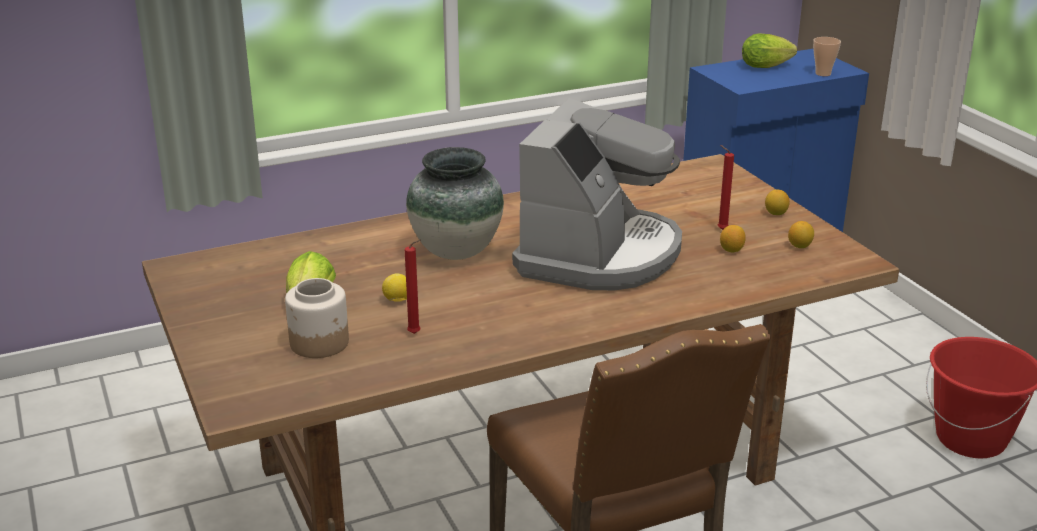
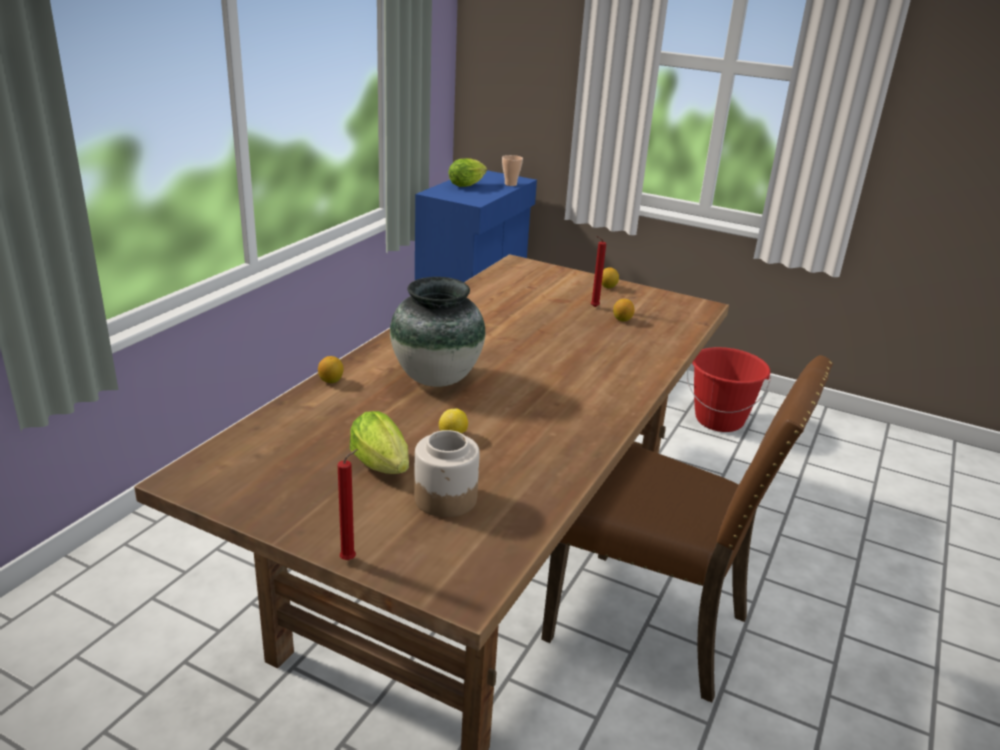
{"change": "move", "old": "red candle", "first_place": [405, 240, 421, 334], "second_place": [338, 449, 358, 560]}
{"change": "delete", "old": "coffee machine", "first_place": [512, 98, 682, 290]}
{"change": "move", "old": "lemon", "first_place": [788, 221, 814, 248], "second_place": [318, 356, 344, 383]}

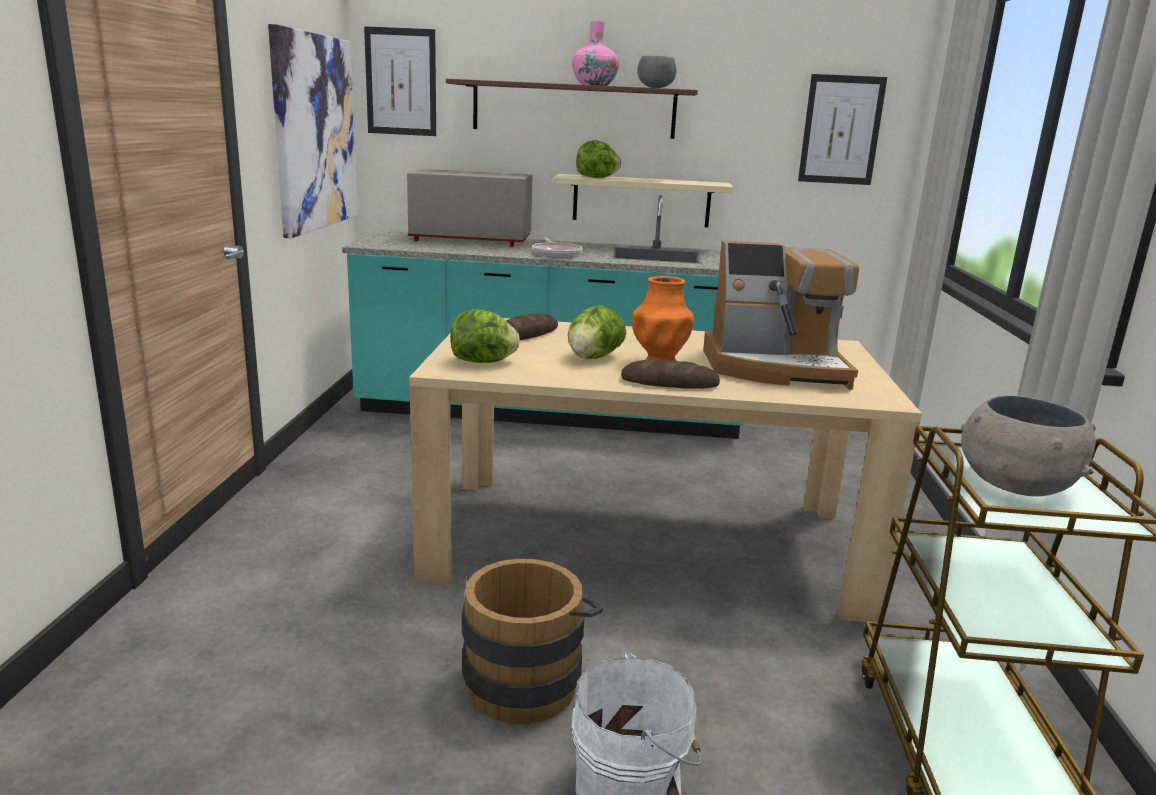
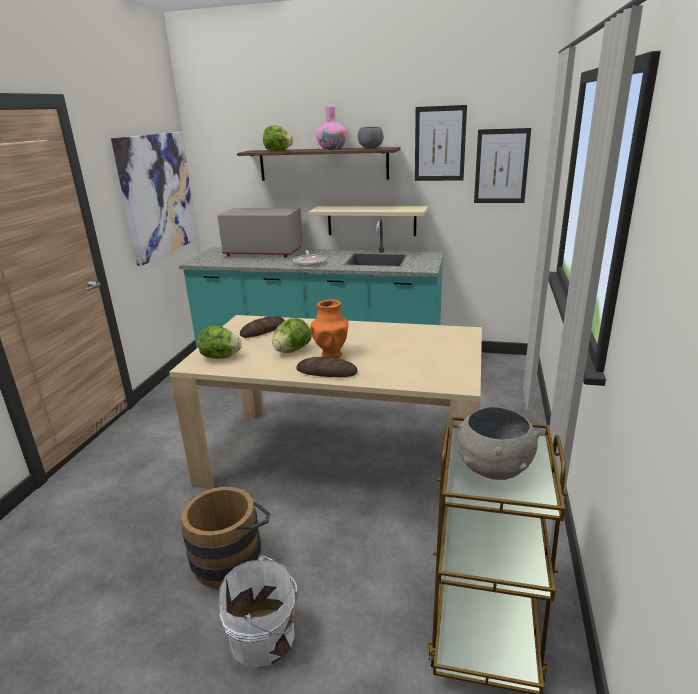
{"change": "move", "old": "picture", "first_place": [364, 26, 436, 136], "second_place": [415, 105, 467, 181]}
{"change": "move", "old": "lettuce", "first_place": [576, 140, 621, 178], "second_place": [263, 125, 293, 151]}
{"change": "delete", "old": "coffee machine", "first_place": [703, 241, 859, 390]}

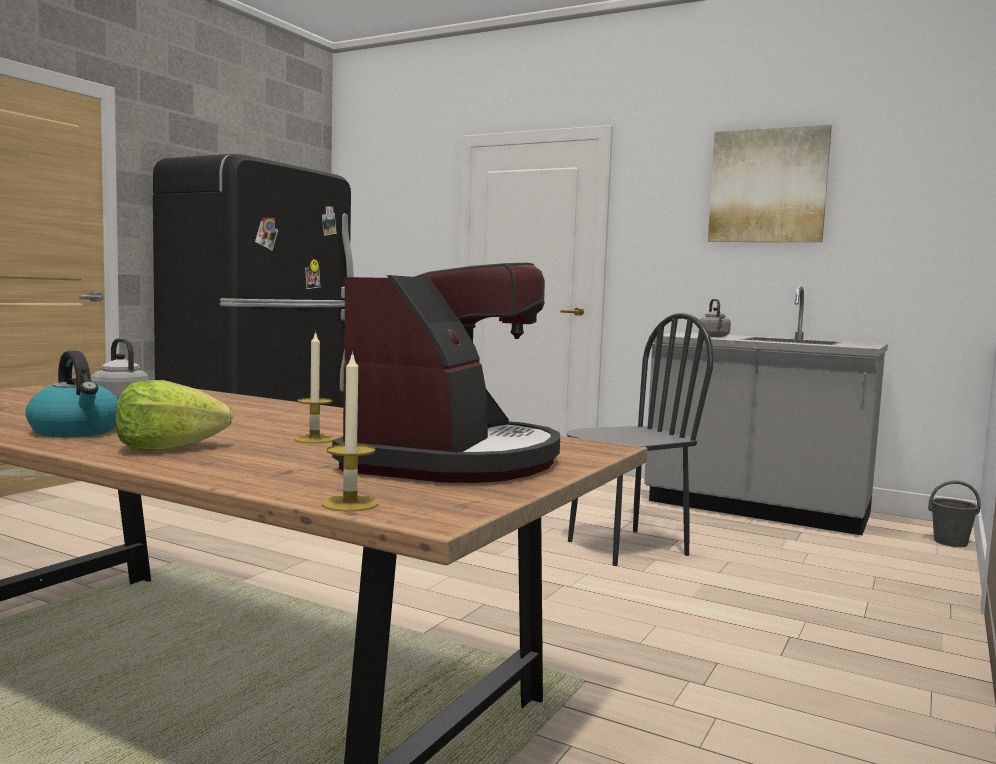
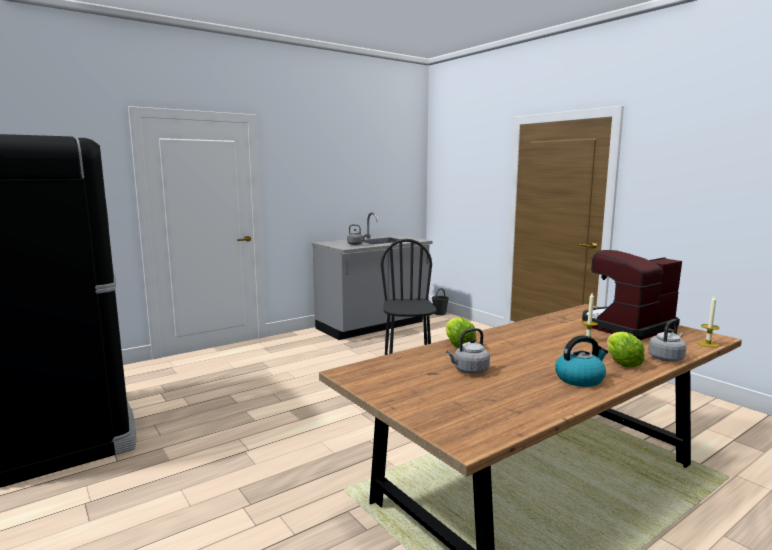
{"change": "rotate", "old": "coffee machine", "first_place": [332, 263, 560, 483], "second_place": [582, 250, 682, 340], "degrees": -75}
{"change": "delete", "old": "picture", "first_place": [708, 125, 832, 242]}
{"change": "insert", "new": "lettuce", "second_place": [446, 317, 477, 348]}
{"change": "insert", "new": "grey kettle", "second_place": [648, 319, 687, 362]}

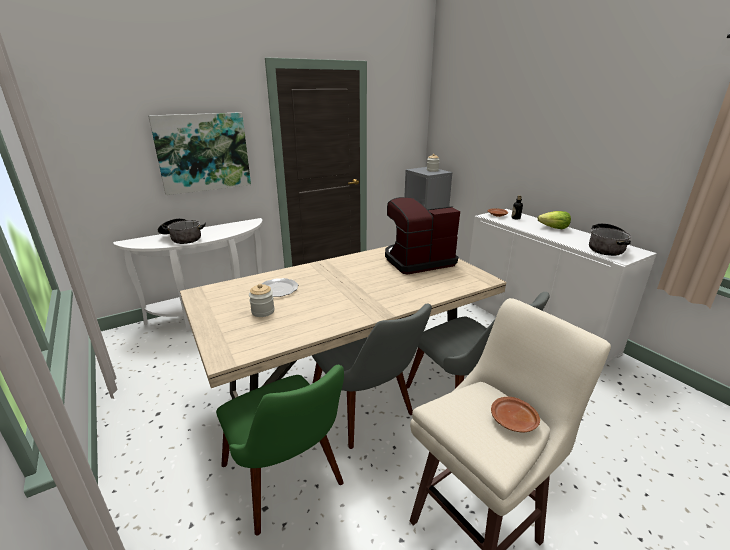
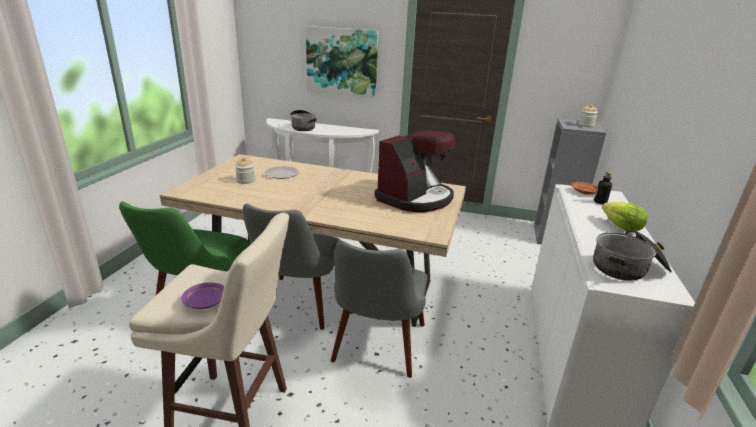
{"change": "rotate", "old": "coffee machine", "first_place": [385, 197, 460, 275], "second_place": [375, 130, 455, 212], "degrees": 105}
{"change": "recolor", "old": "brown plate", "new": "purple plate", "first_place": [491, 397, 540, 432], "second_place": [181, 282, 224, 309]}

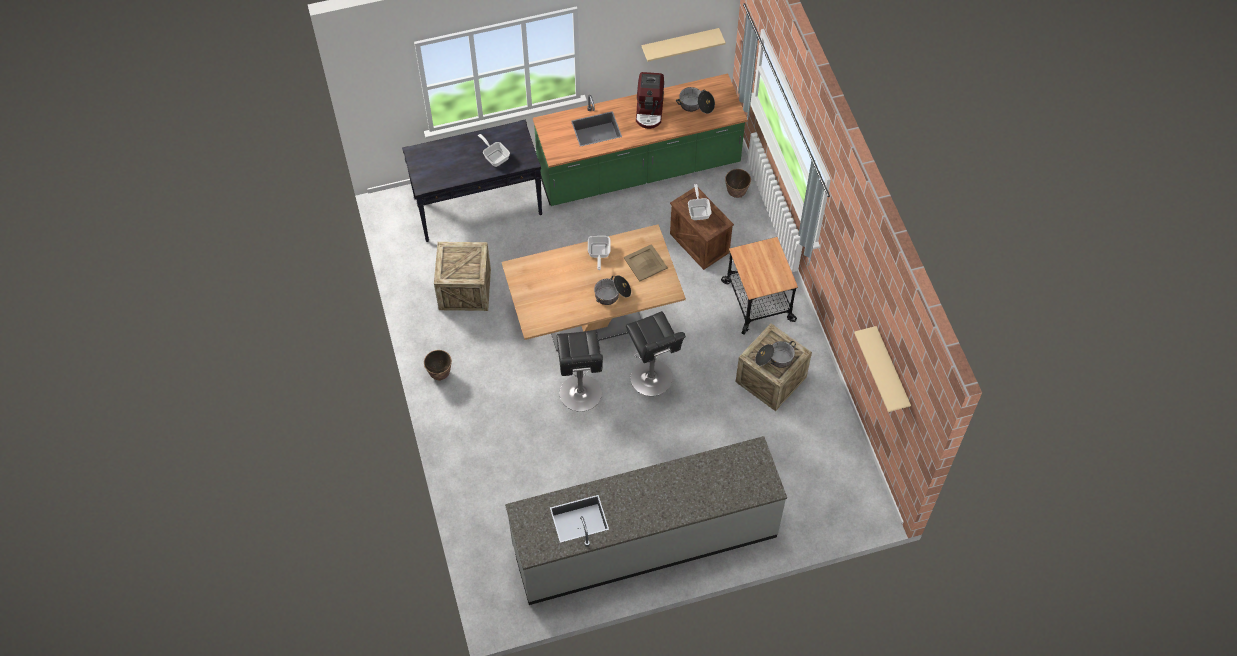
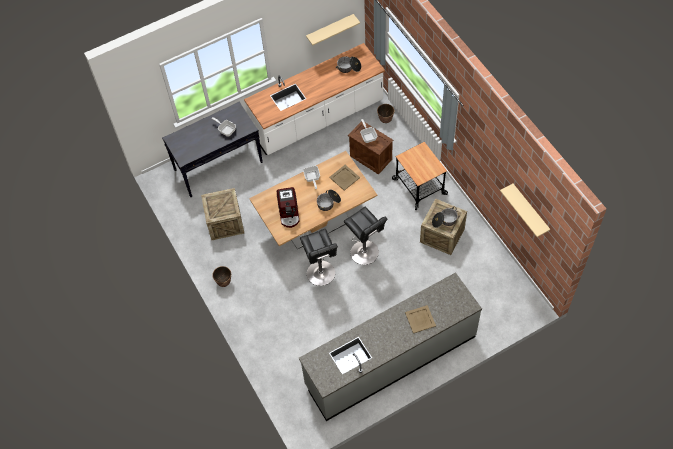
{"change": "recolor", "old": "green counter", "new": "white counter", "first_place": [533, 74, 748, 206], "second_place": [244, 43, 385, 155]}
{"change": "move", "old": "coffee machine", "first_place": [636, 72, 664, 129], "second_place": [277, 187, 300, 228]}
{"change": "insert", "new": "beige tray", "second_place": [405, 305, 436, 333]}

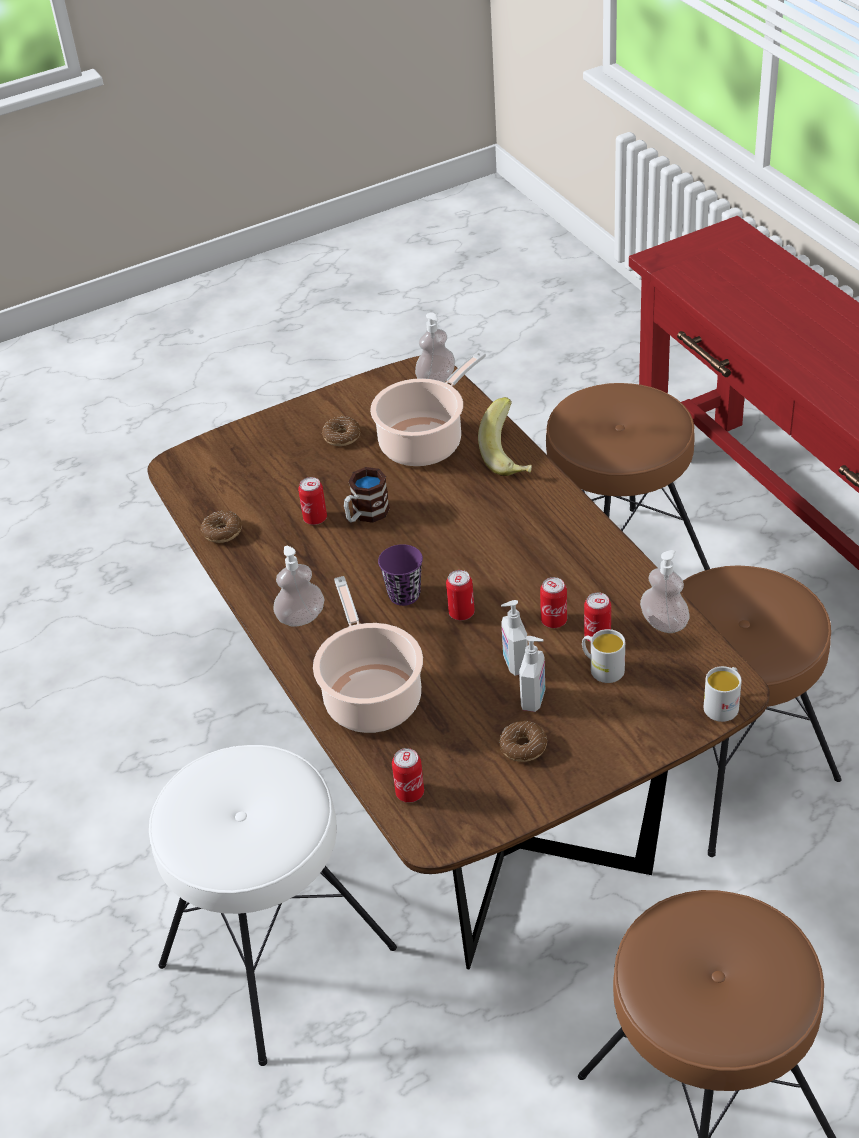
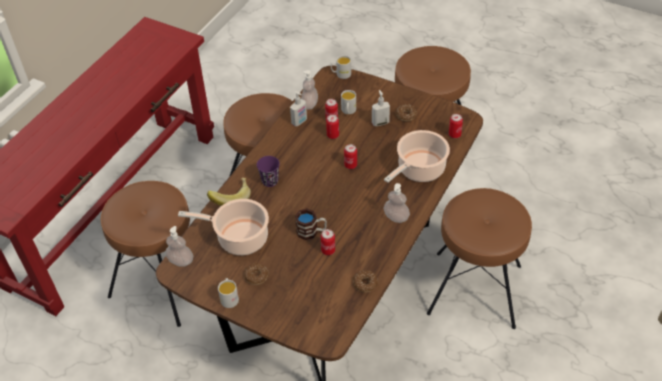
{"change": "recolor", "old": "white stool", "new": "brown stool", "first_place": [149, 745, 397, 1066], "second_place": [427, 188, 532, 329]}
{"change": "move", "old": "purple cup", "first_place": [378, 544, 423, 606], "second_place": [257, 156, 280, 187]}
{"change": "move", "old": "soap dispenser", "first_place": [501, 600, 528, 676], "second_place": [290, 91, 307, 127]}
{"change": "insert", "new": "white mug", "second_place": [218, 278, 239, 308]}

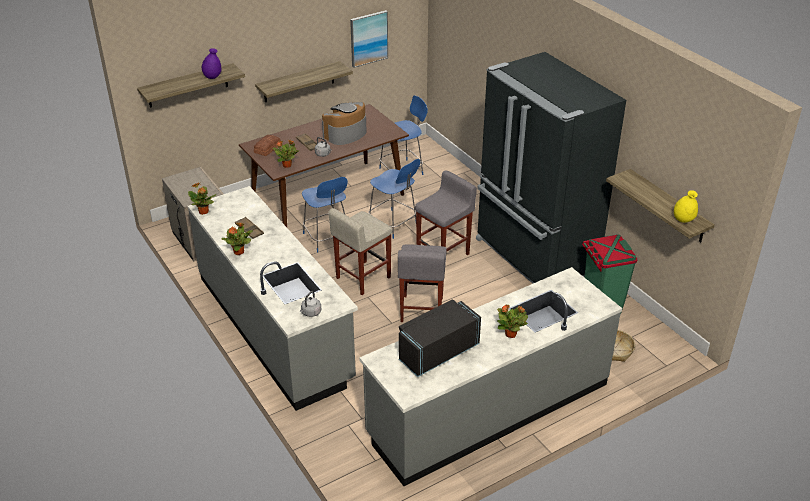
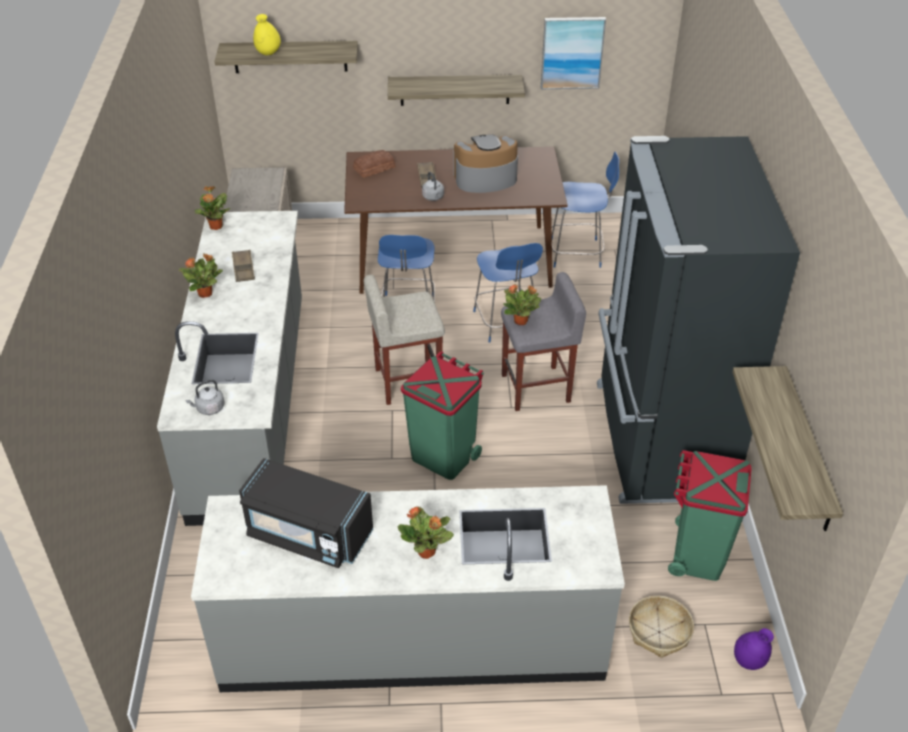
{"change": "move", "old": "purple vase", "first_place": [202, 48, 221, 79], "second_place": [734, 628, 774, 670]}
{"change": "move", "old": "potted plant", "first_place": [272, 139, 299, 168], "second_place": [503, 284, 541, 325]}
{"change": "replace", "old": "grey stool", "new": "green trash can", "first_place": [398, 244, 447, 322], "second_place": [401, 351, 484, 480]}
{"change": "rotate", "old": "black microwave", "first_place": [399, 299, 481, 377], "second_place": [239, 458, 373, 568], "degrees": -150}
{"change": "move", "old": "yellow vase", "first_place": [674, 190, 698, 223], "second_place": [253, 14, 281, 55]}

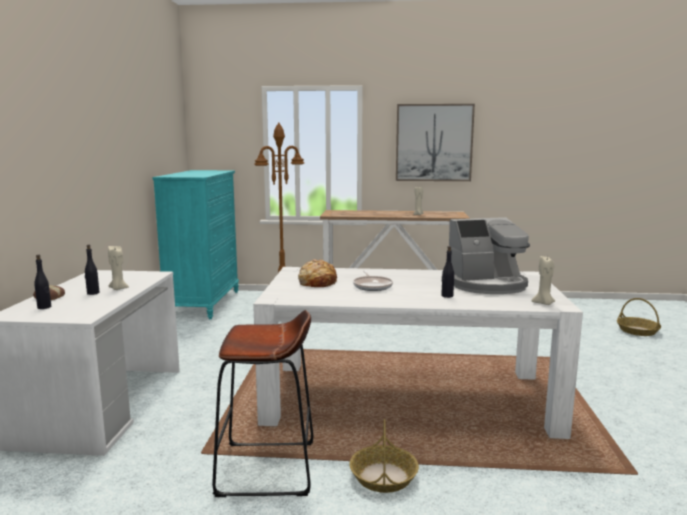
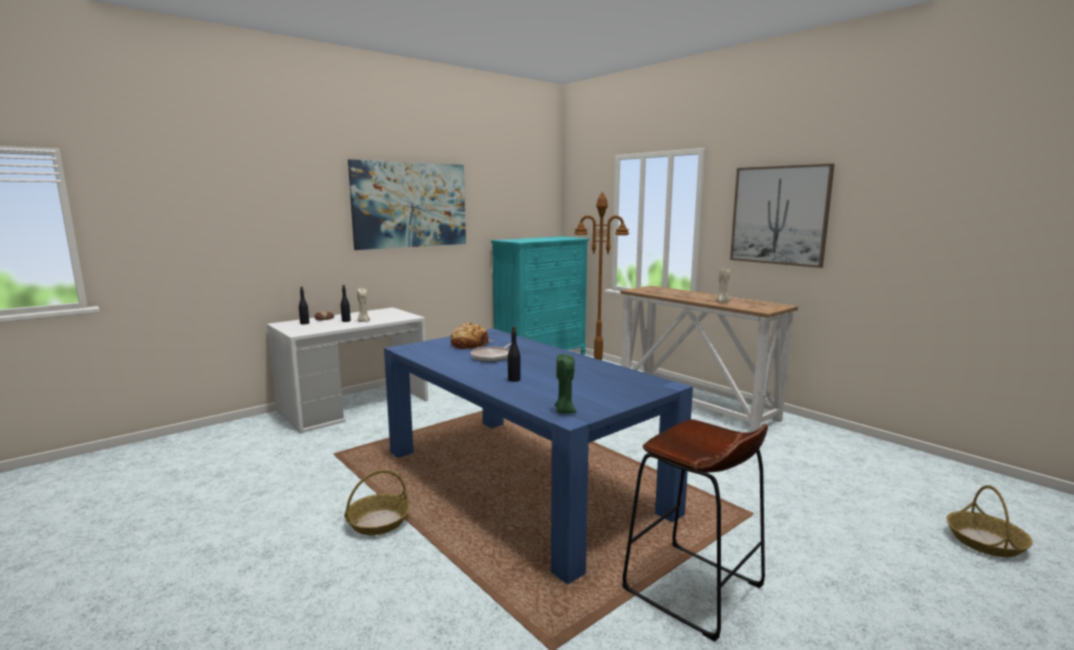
{"change": "move", "old": "brown stool", "first_place": [212, 310, 313, 497], "second_place": [622, 419, 768, 641]}
{"change": "recolor", "old": "white dining table", "new": "blue dining table", "first_place": [253, 267, 583, 439], "second_place": [384, 329, 693, 584]}
{"change": "delete", "old": "coffee machine", "first_place": [449, 217, 530, 294]}
{"change": "recolor", "old": "beige candle", "new": "green candle", "first_place": [532, 256, 555, 305], "second_place": [555, 354, 577, 414]}
{"change": "insert", "new": "picture", "second_place": [348, 159, 466, 250]}

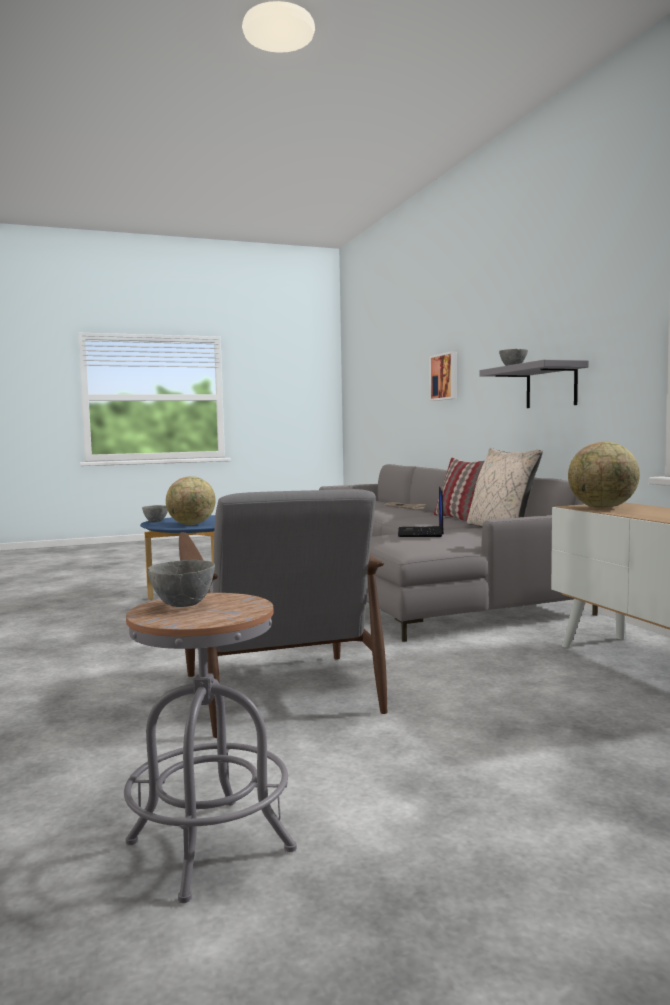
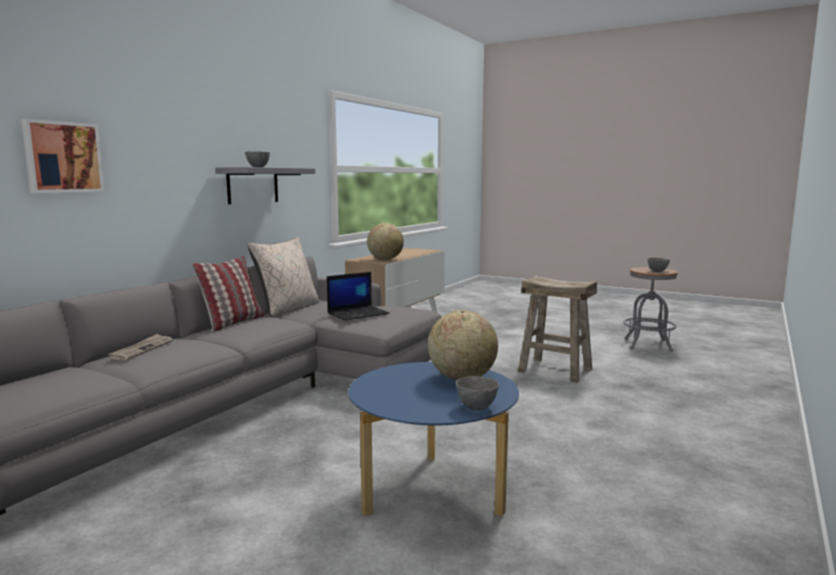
{"change": "replace", "old": "grey armchair", "new": "beige stool", "first_place": [179, 489, 387, 738], "second_place": [518, 276, 597, 383]}

